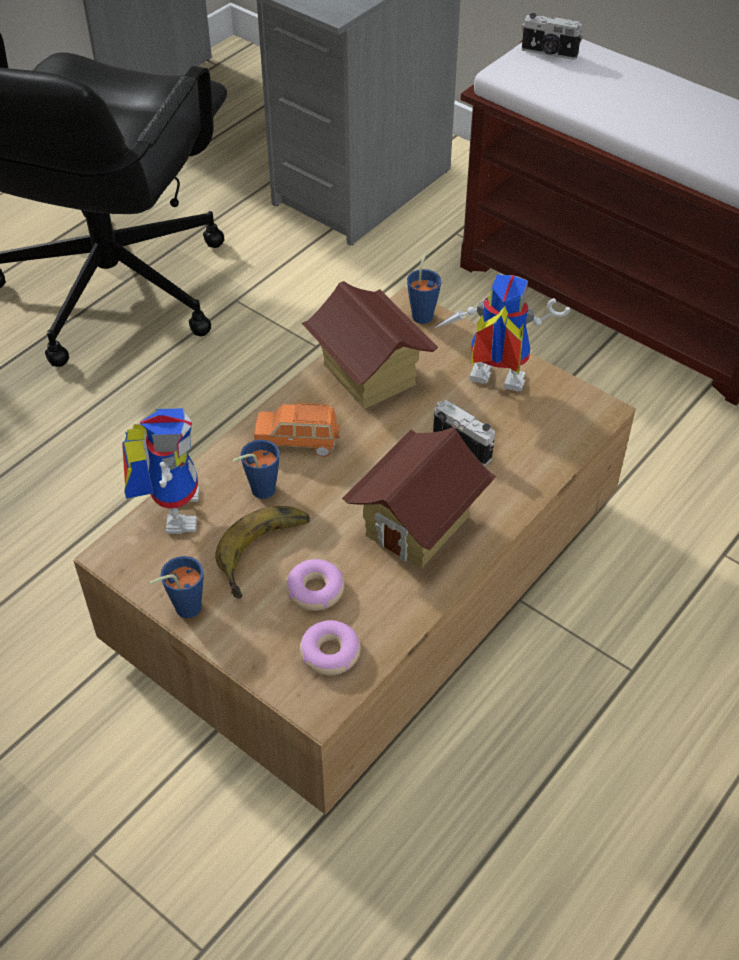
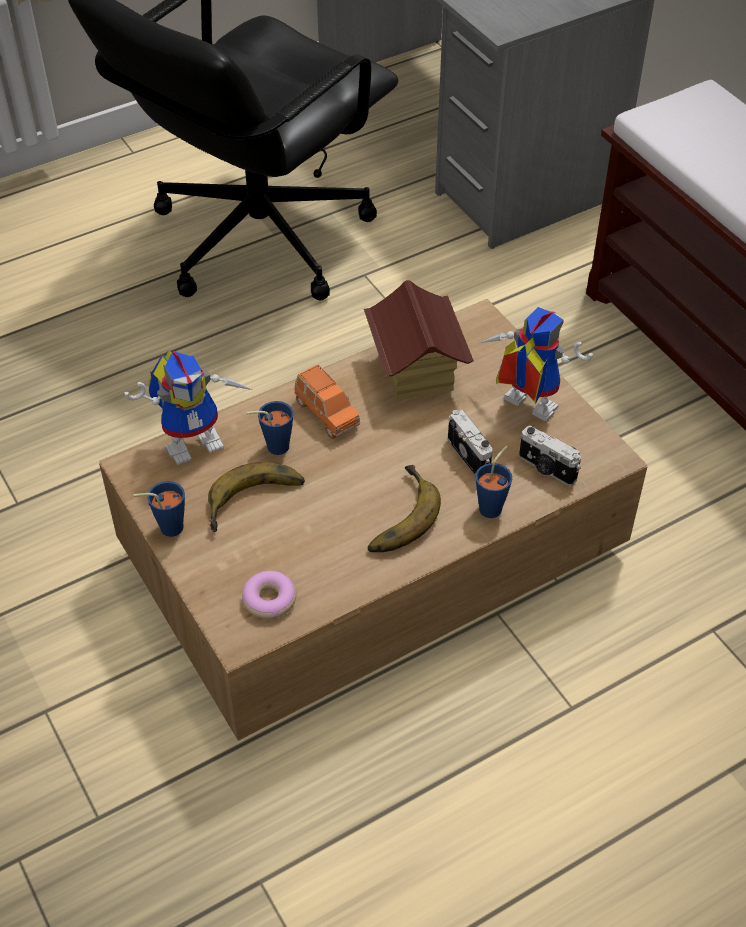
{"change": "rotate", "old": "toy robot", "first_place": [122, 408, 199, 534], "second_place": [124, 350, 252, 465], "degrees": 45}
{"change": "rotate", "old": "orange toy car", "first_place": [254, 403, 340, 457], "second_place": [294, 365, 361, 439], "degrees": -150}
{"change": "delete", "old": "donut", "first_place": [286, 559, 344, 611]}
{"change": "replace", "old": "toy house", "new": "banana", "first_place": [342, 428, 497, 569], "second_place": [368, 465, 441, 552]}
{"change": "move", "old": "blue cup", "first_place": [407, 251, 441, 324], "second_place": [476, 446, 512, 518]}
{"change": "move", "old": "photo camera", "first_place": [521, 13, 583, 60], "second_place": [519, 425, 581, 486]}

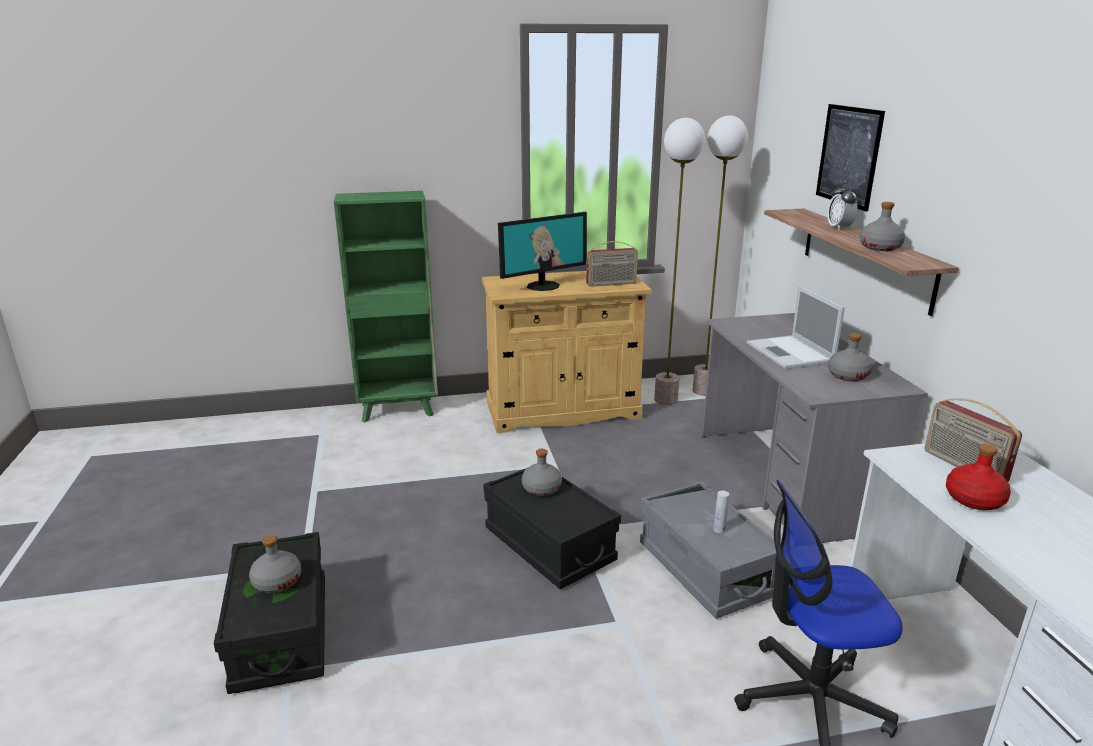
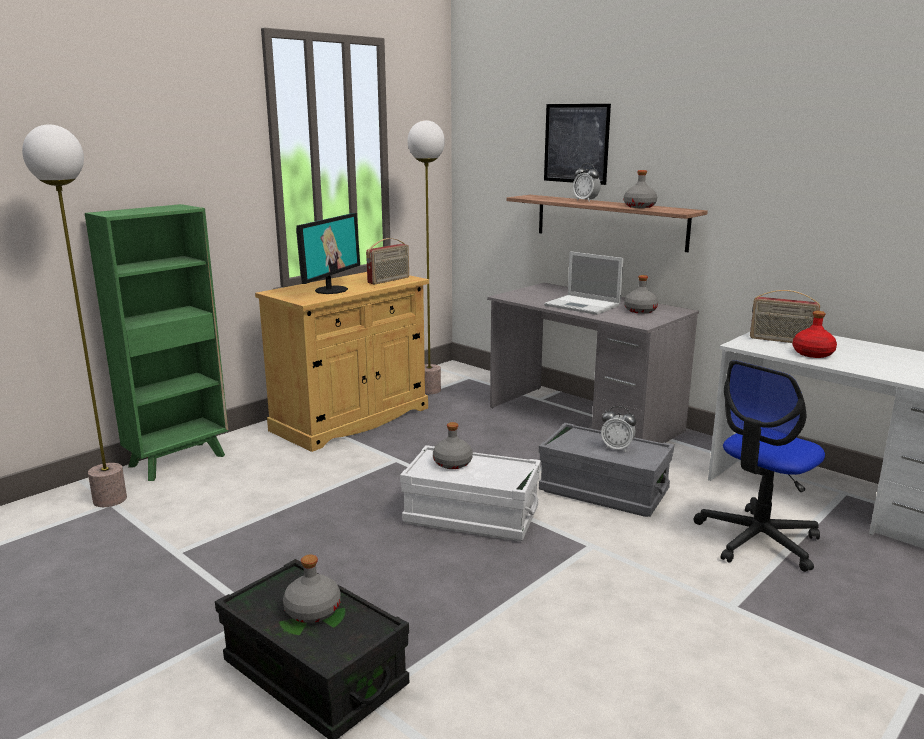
{"change": "recolor", "old": "black storage box", "new": "white storage box", "first_place": [483, 468, 621, 589], "second_place": [400, 445, 541, 541]}
{"change": "move", "old": "floor lamp", "first_place": [693, 115, 748, 396], "second_place": [22, 124, 127, 507]}
{"change": "replace", "old": "white bottle", "new": "alarm clock", "first_place": [714, 491, 729, 533], "second_place": [601, 406, 636, 452]}

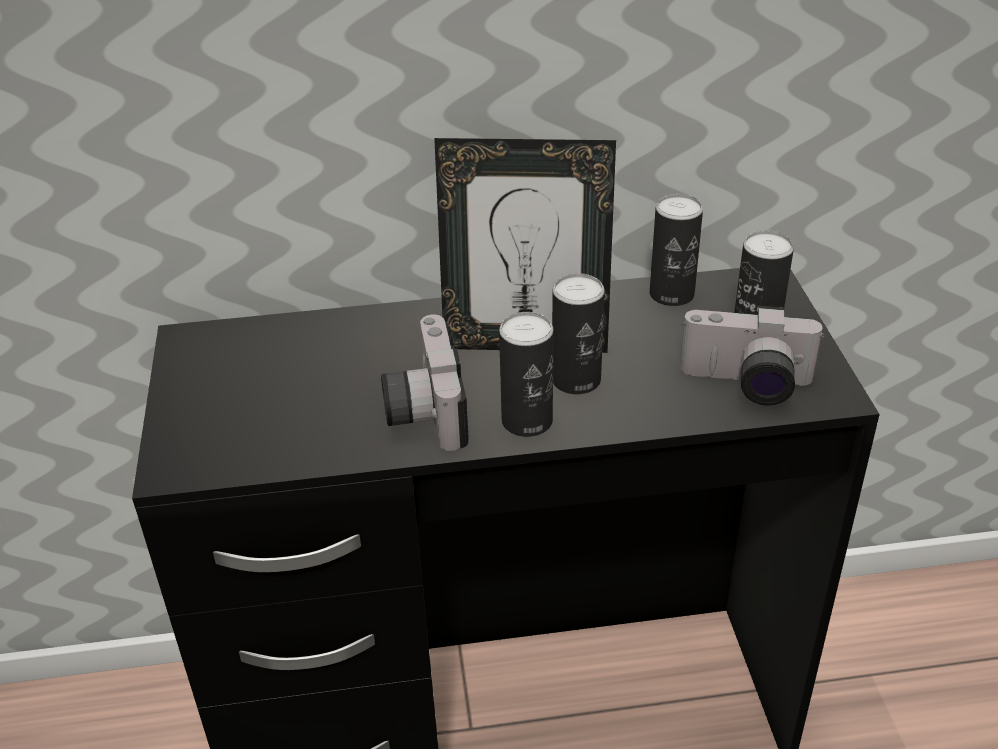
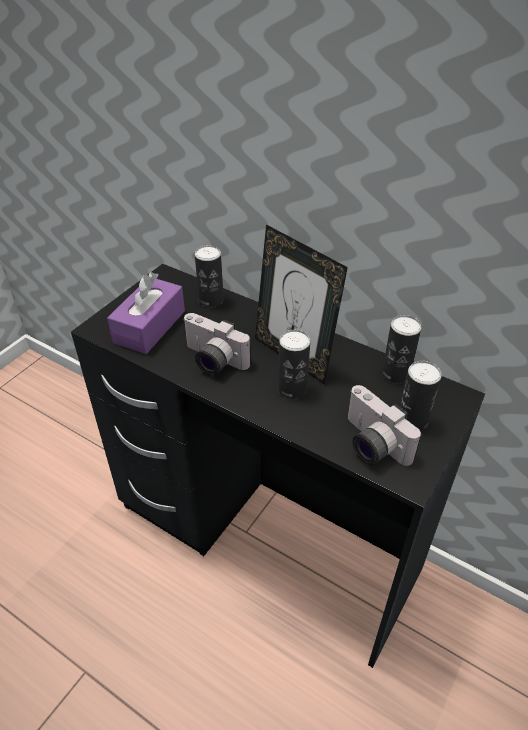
{"change": "rotate", "old": "photo camera", "first_place": [381, 315, 469, 451], "second_place": [183, 313, 251, 376], "degrees": -90}
{"change": "move", "old": "can", "first_place": [499, 312, 553, 437], "second_place": [195, 245, 224, 307]}
{"change": "insert", "new": "purple tissue box", "second_place": [107, 272, 185, 354]}

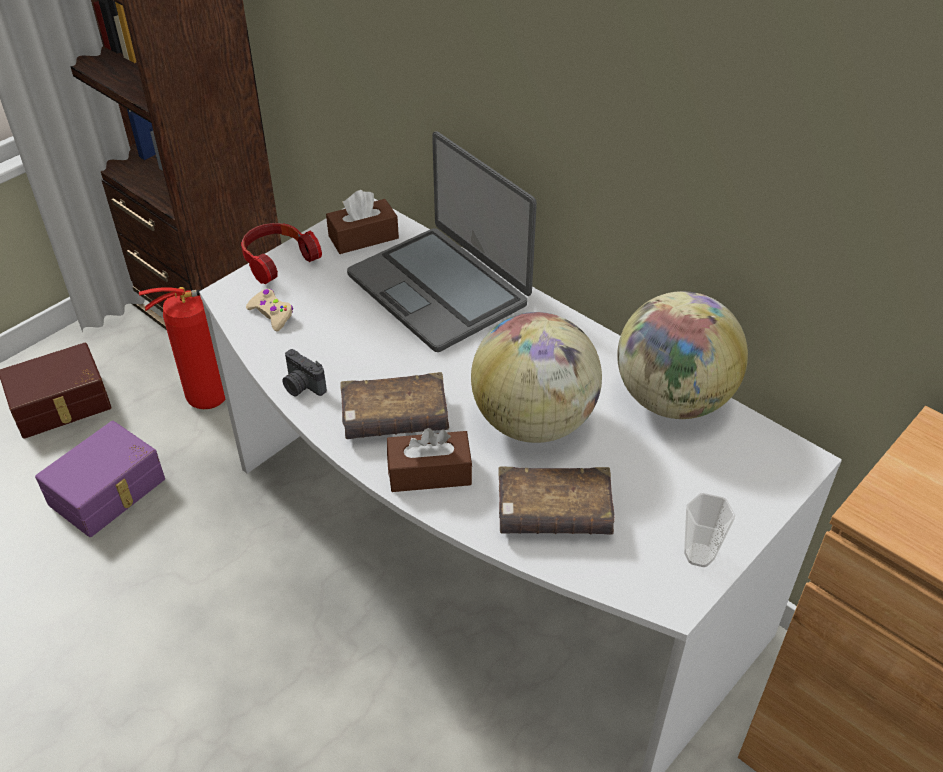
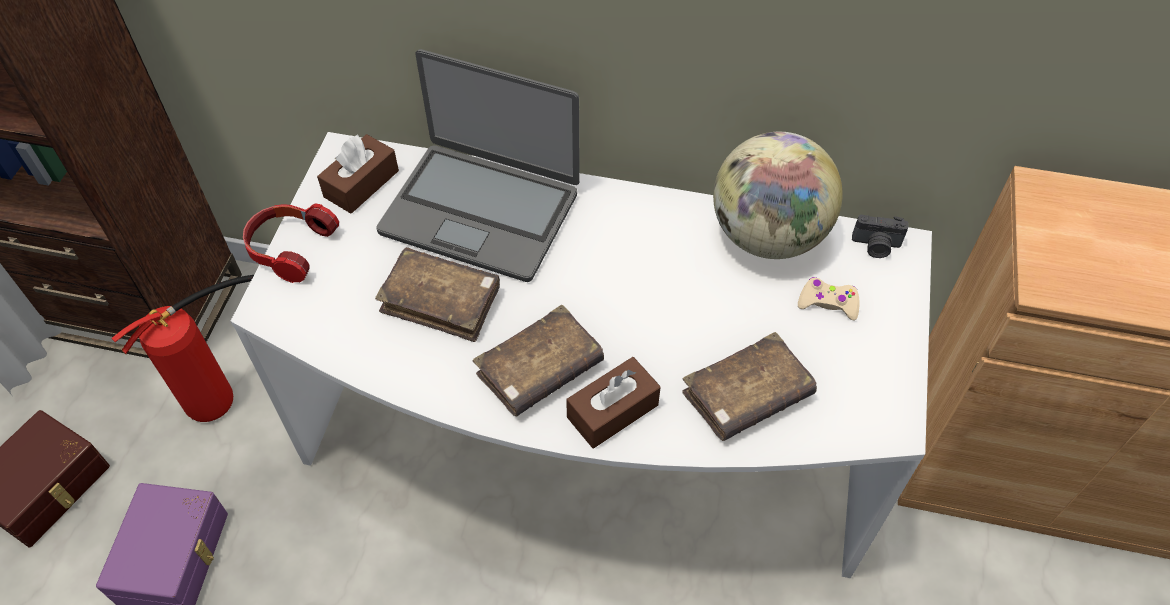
{"change": "move", "old": "beige game controller", "first_place": [246, 289, 293, 332], "second_place": [798, 277, 859, 321]}
{"change": "move", "old": "photo camera", "first_place": [282, 349, 327, 397], "second_place": [852, 215, 908, 258]}
{"change": "delete", "old": "globe", "first_place": [471, 312, 602, 443]}
{"change": "delete", "old": "cup", "first_place": [684, 493, 735, 567]}
{"change": "insert", "new": "brown book", "second_place": [375, 247, 500, 342]}

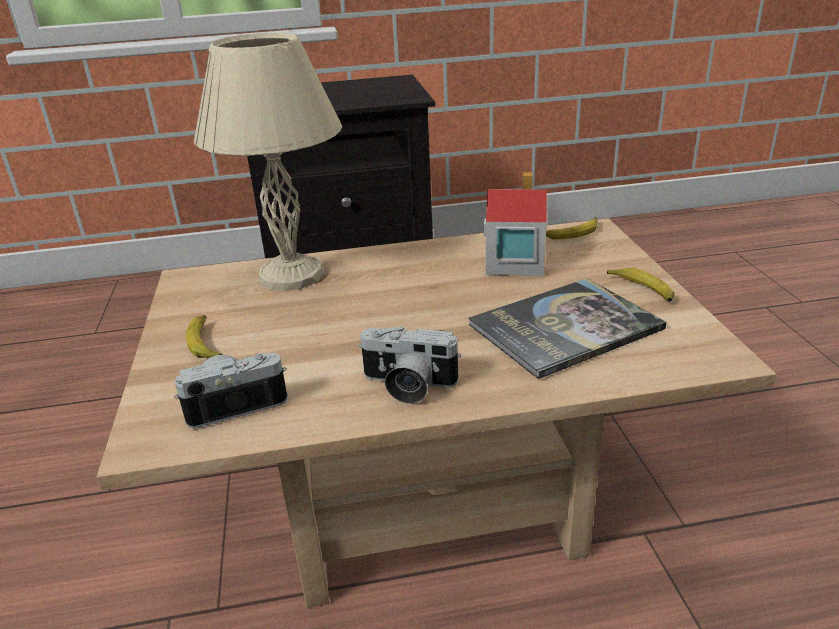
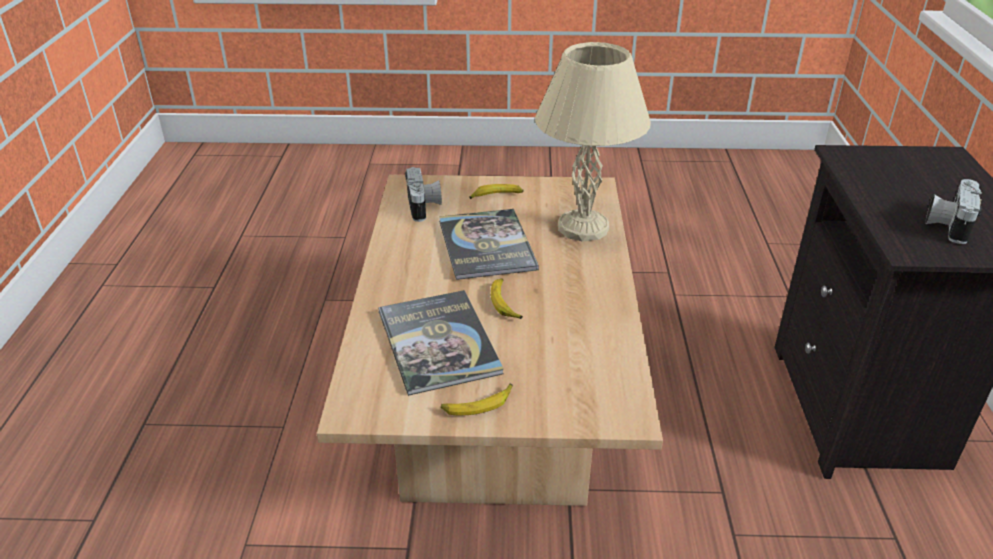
{"change": "move", "old": "photo camera", "first_place": [358, 327, 461, 403], "second_place": [925, 179, 982, 244]}
{"change": "delete", "old": "toy house", "first_place": [484, 172, 547, 276]}
{"change": "move", "old": "banana", "first_place": [546, 217, 598, 239], "second_place": [491, 278, 523, 319]}
{"change": "insert", "new": "book", "second_place": [439, 209, 539, 280]}

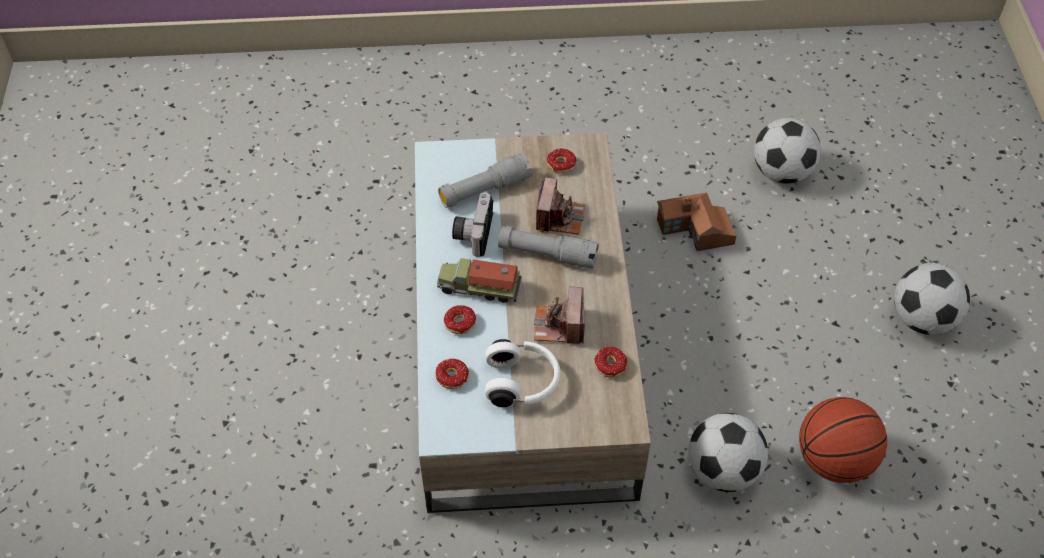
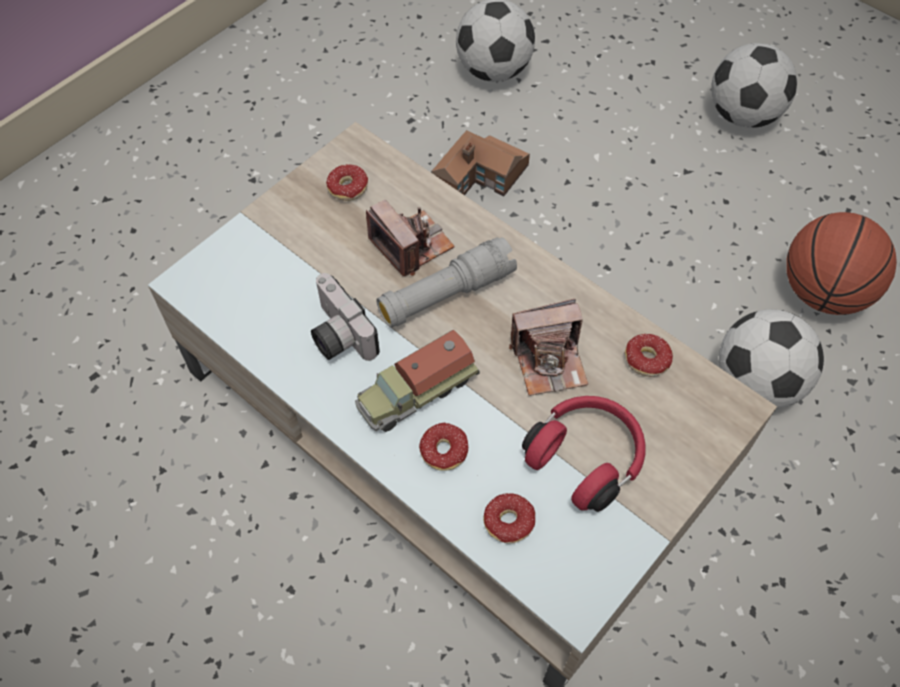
{"change": "delete", "old": "grey flashlight", "first_place": [438, 154, 532, 208]}
{"change": "recolor", "old": "white headphones", "new": "red headphones", "first_place": [485, 339, 561, 407], "second_place": [522, 396, 646, 512]}
{"change": "rotate", "old": "photo camera", "first_place": [534, 287, 585, 344], "second_place": [509, 299, 588, 396], "degrees": -60}

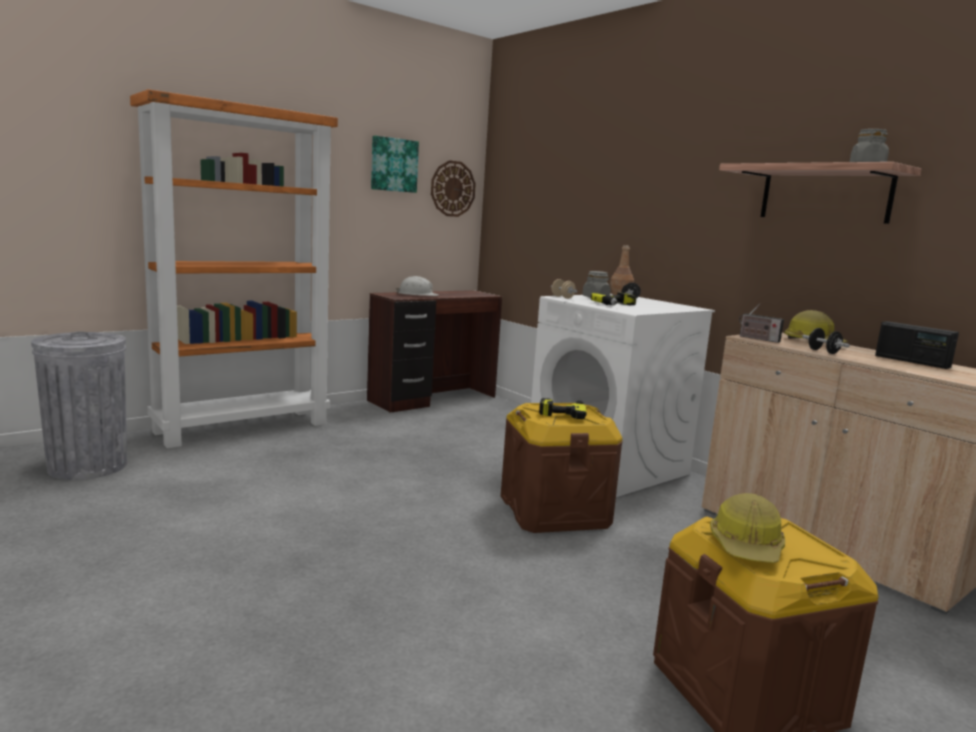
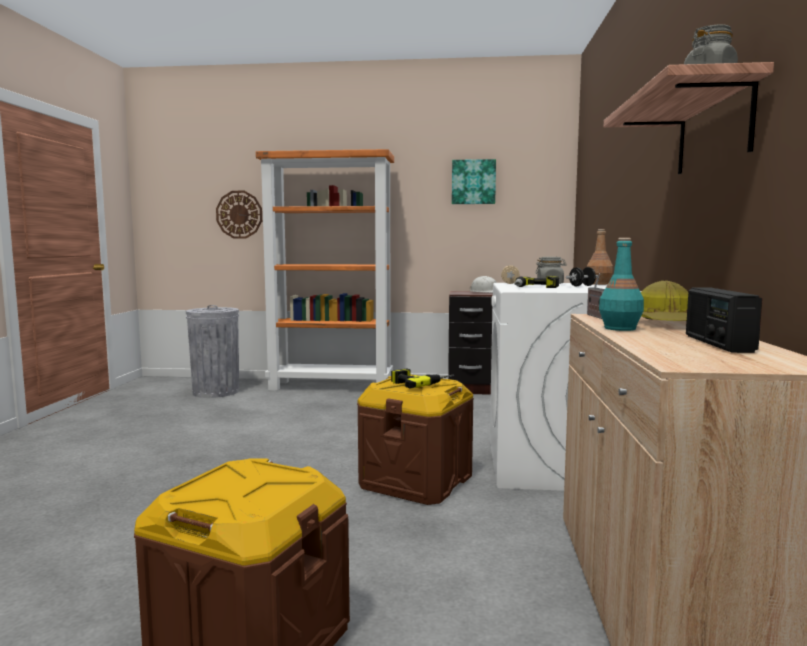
{"change": "move", "old": "wall clock", "first_place": [431, 160, 476, 217], "second_place": [216, 191, 262, 239]}
{"change": "delete", "old": "hard hat", "first_place": [710, 493, 785, 563]}
{"change": "replace", "old": "black dumbbell", "new": "turquoise bottle", "first_place": [802, 328, 850, 354], "second_place": [599, 238, 644, 331]}

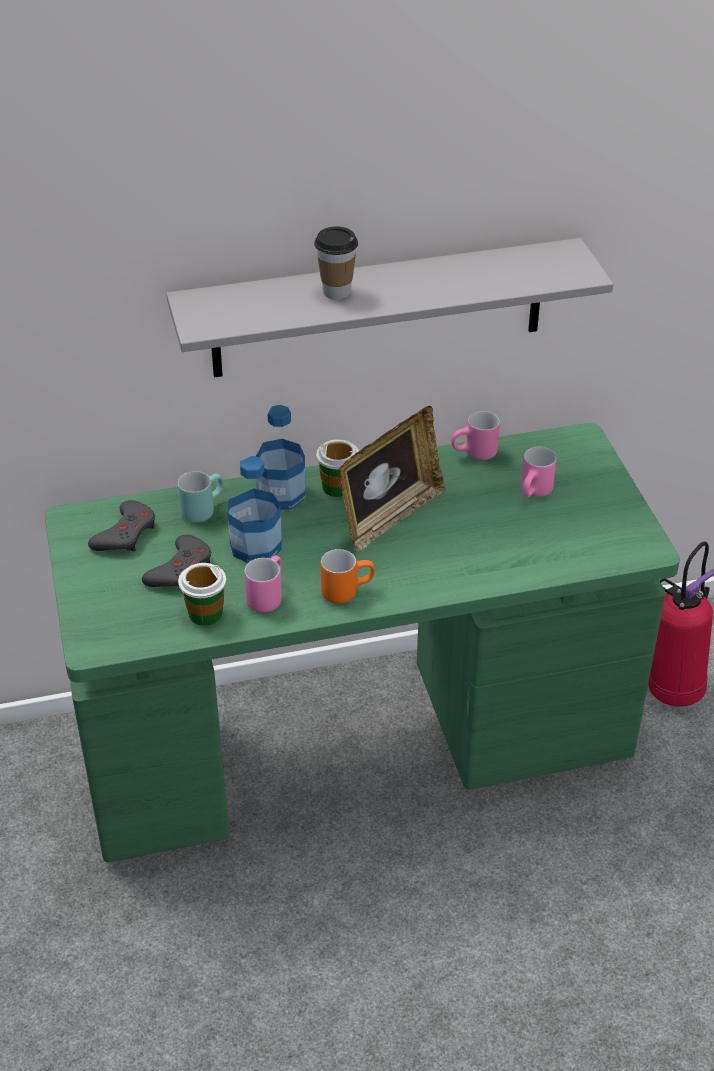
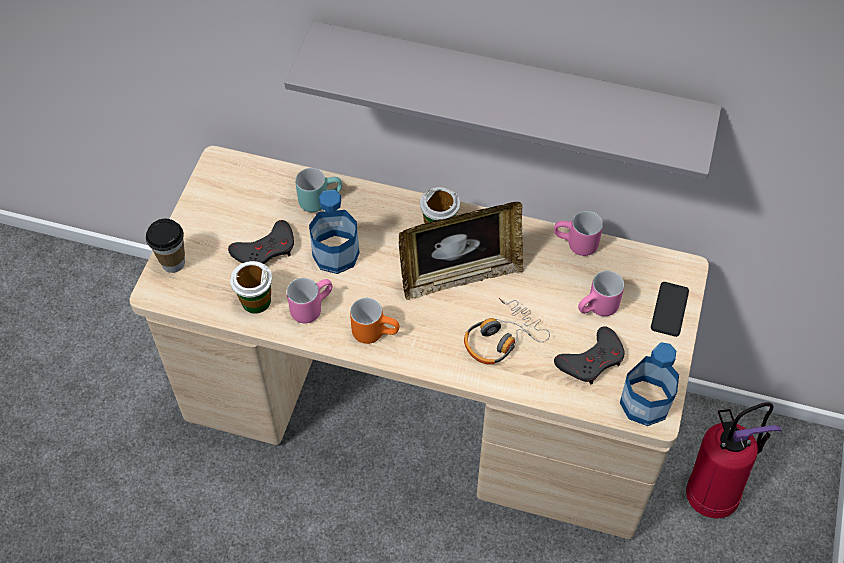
{"change": "recolor", "old": "green desk", "new": "beige desk", "first_place": [45, 423, 680, 862], "second_place": [129, 146, 709, 539]}
{"change": "move", "old": "grey game controller", "first_place": [88, 500, 155, 551], "second_place": [554, 326, 625, 385]}
{"change": "move", "old": "bottle", "first_place": [256, 405, 305, 510], "second_place": [620, 342, 679, 426]}
{"change": "move", "old": "cup", "first_place": [314, 227, 358, 300], "second_place": [146, 219, 185, 273]}
{"change": "insert", "new": "headphones", "second_place": [464, 298, 550, 365]}
{"change": "insert", "new": "phone", "second_place": [651, 282, 689, 337]}

